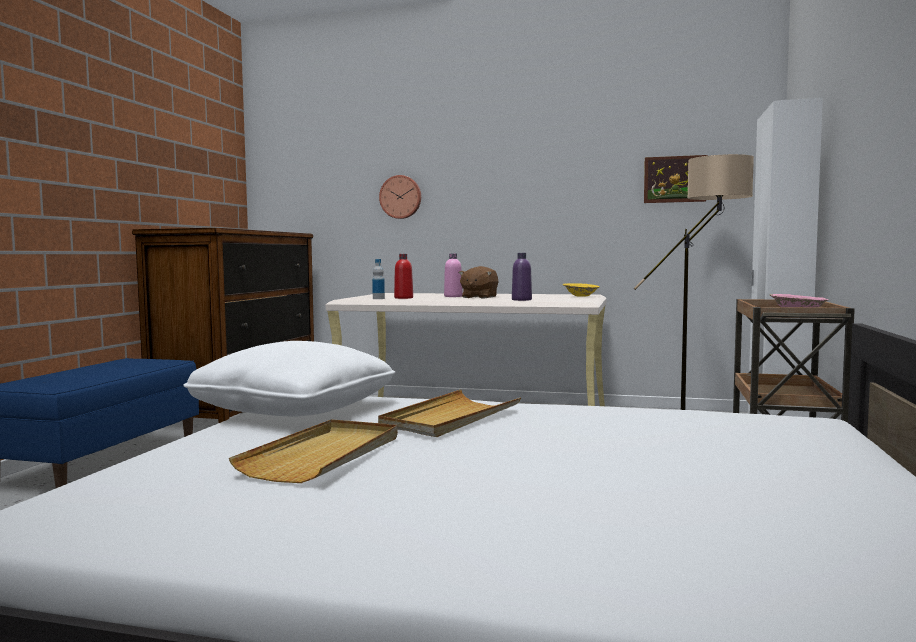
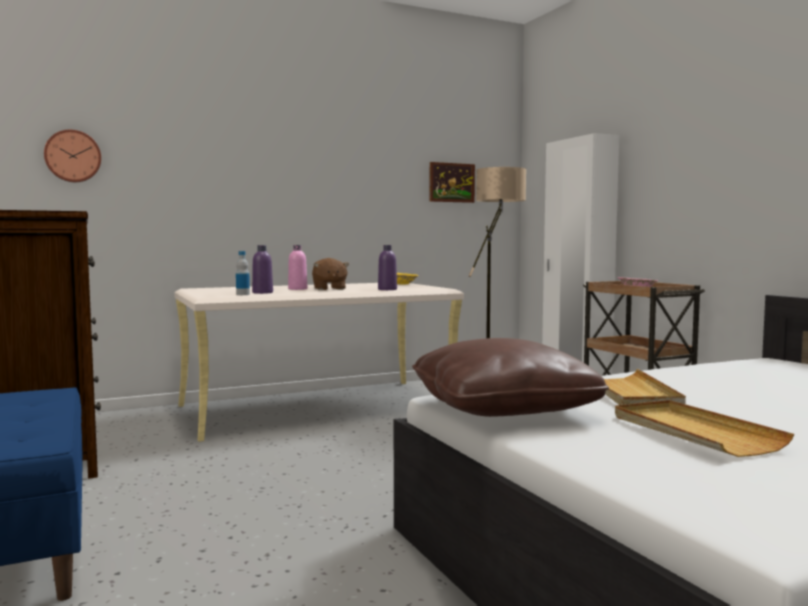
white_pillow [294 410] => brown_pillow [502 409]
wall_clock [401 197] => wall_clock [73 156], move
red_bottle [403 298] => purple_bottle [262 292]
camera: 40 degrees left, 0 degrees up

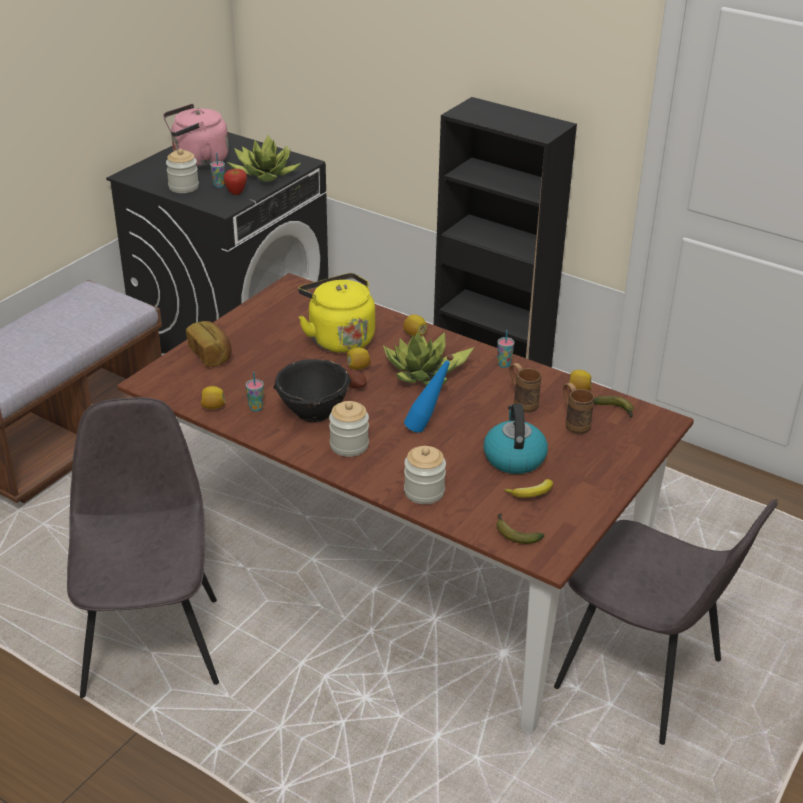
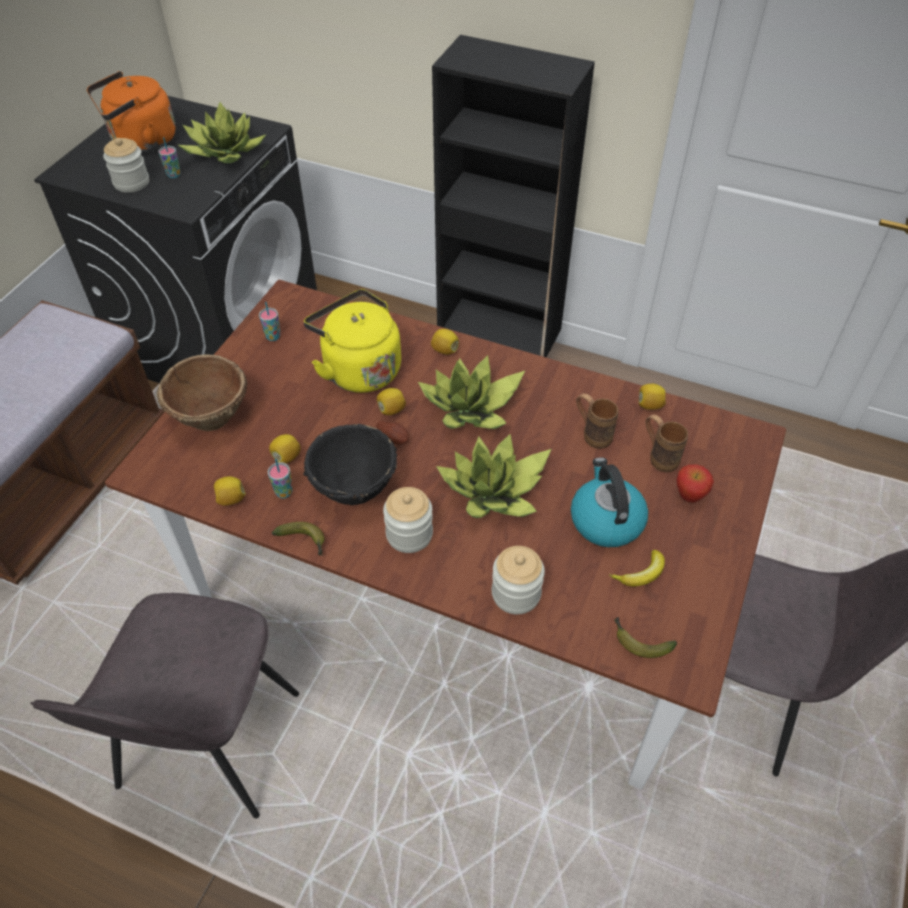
grey_chair [151 643] => grey_chair [208 744], 150 degrees counterclockwise
pink_kettle [197 161] => orange_kettle [141 142]
bread [211 354] => brown_bowl [212 417]
apple [236 193] => apple [689 496], move
blue_bottle [427 428] => potted_plant [494 492]
cup [504 364] => cup [273 336], move
banana [615 410] => banana [304 541], move
nothing => lemon [286 457]
camera: 10 degrees left, 15 degrees up

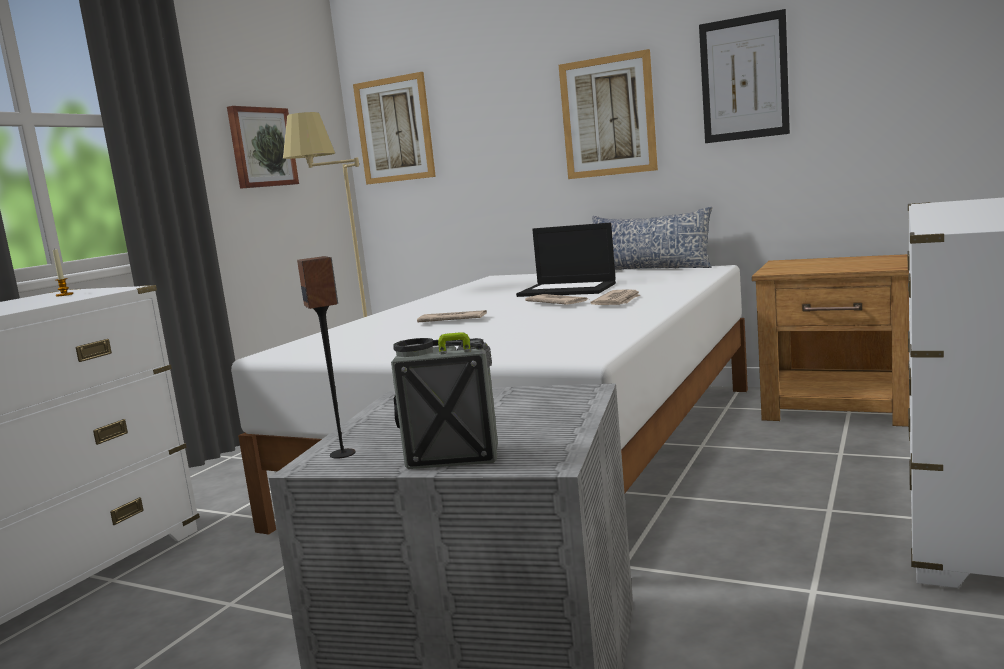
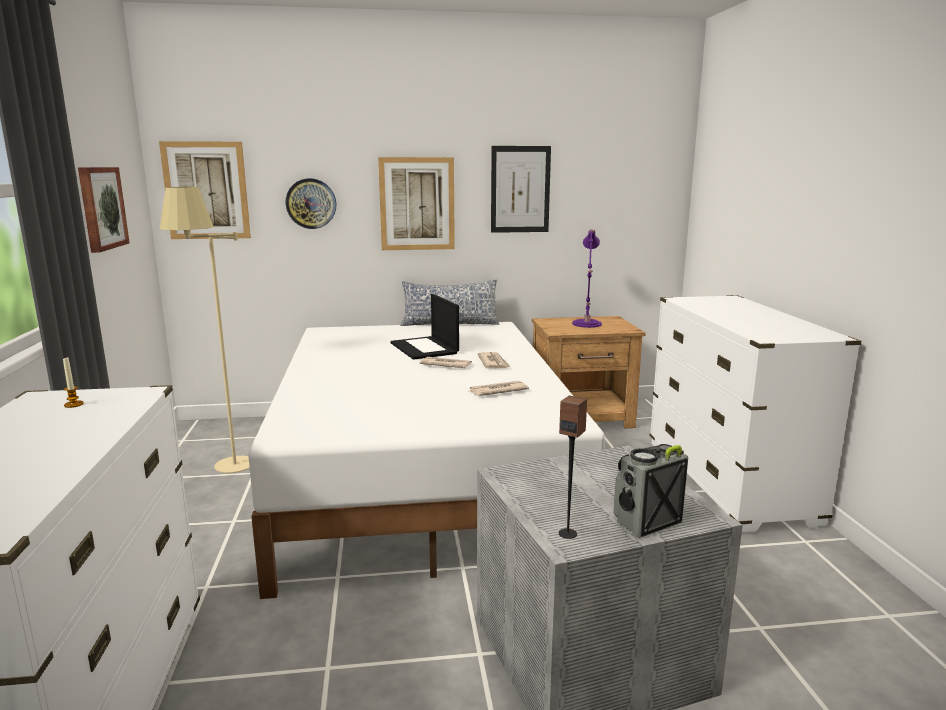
newspaper [452 320] => newspaper [497 391], move
laptop [568 289] => laptop [425 348], 75 degrees clockwise
nothing => wall_clock [311 203]
nothing => purple_table_lamp [586 324]
camera: 35 degrees left, 5 degrees up

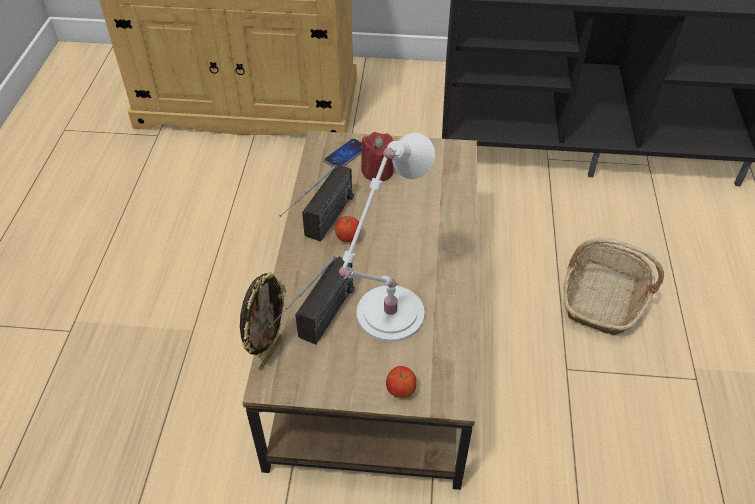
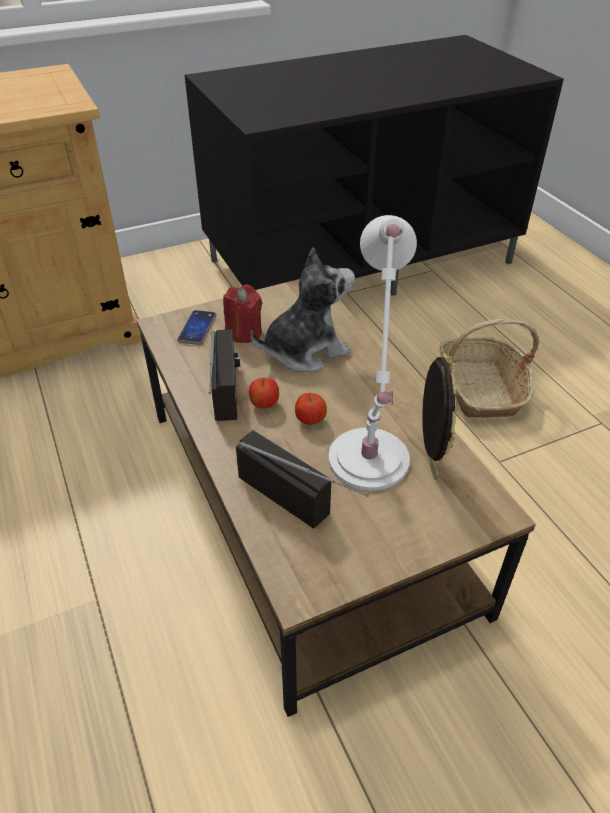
picture_frame [269 353] => picture_frame [428 462], move
radio [318 328] => radio [306 507], 45 degrees counterclockwise
apple [401 390] => apple [310 420], move
nothing => plush_toy [305 350]
camera: 30 degrees left, 5 degrees down

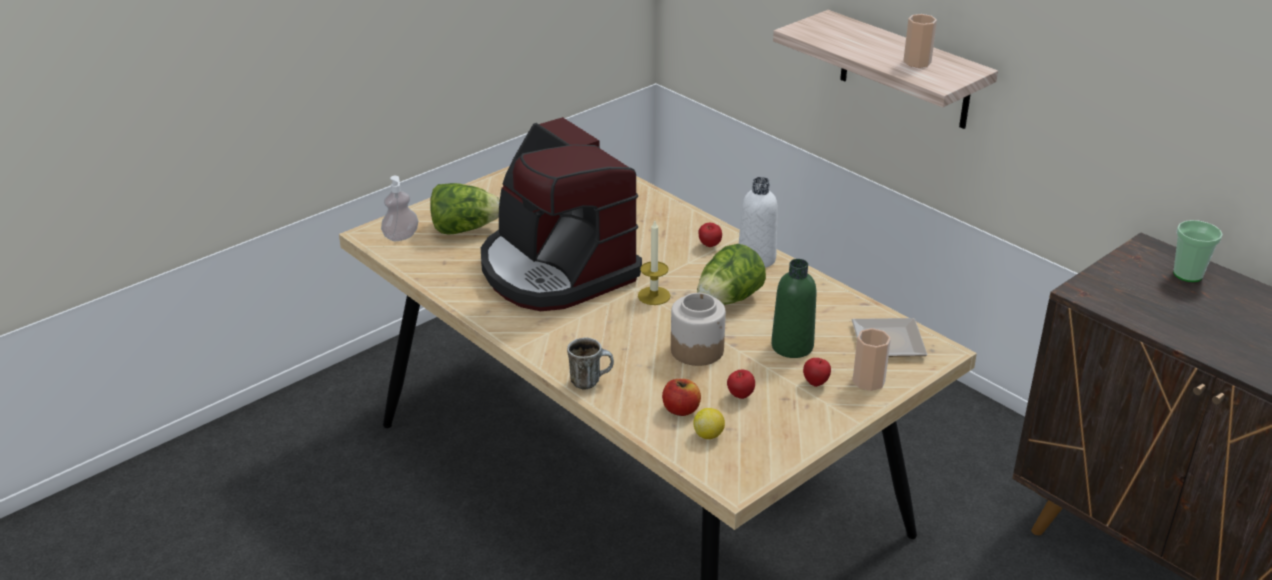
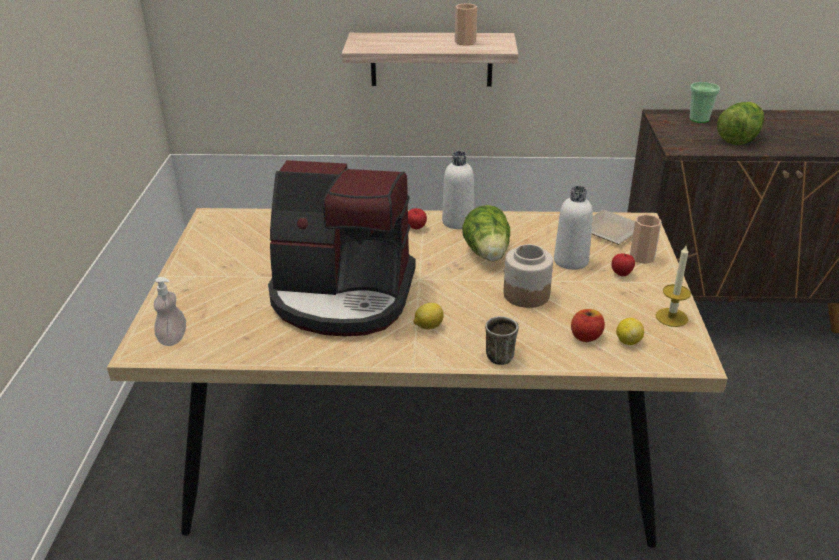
lettuce [464 229] => lettuce [739 139], move
candle [654 296] => candle [671 317], move
apple [740 396] => nothing
green_bottle [792 346] => white_bottle [571 261]
nothing => lemon [428 326]
camera: 45 degrees left, 0 degrees up

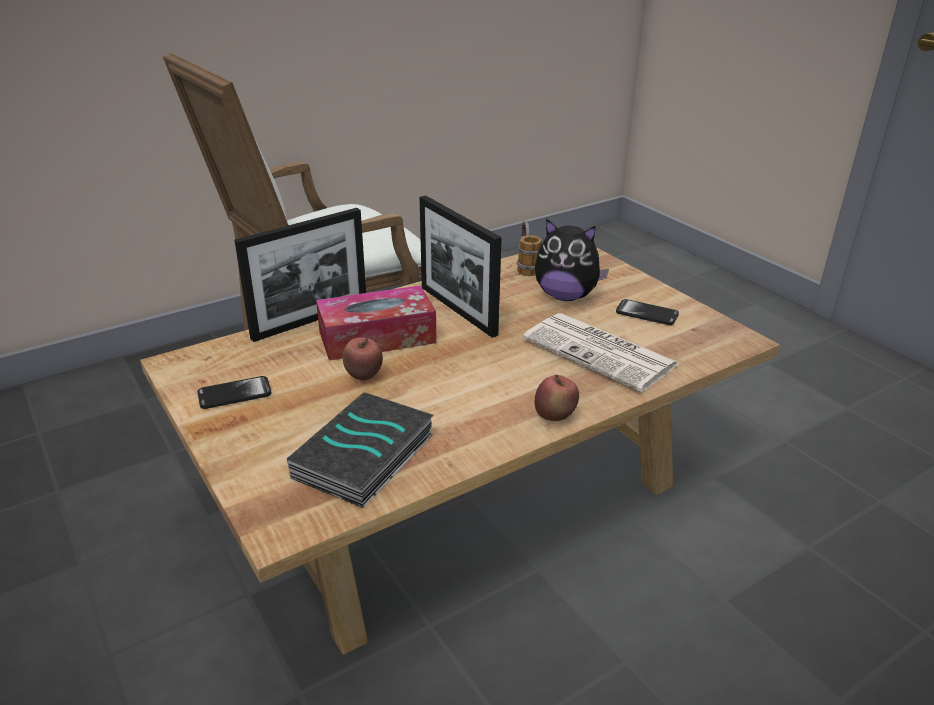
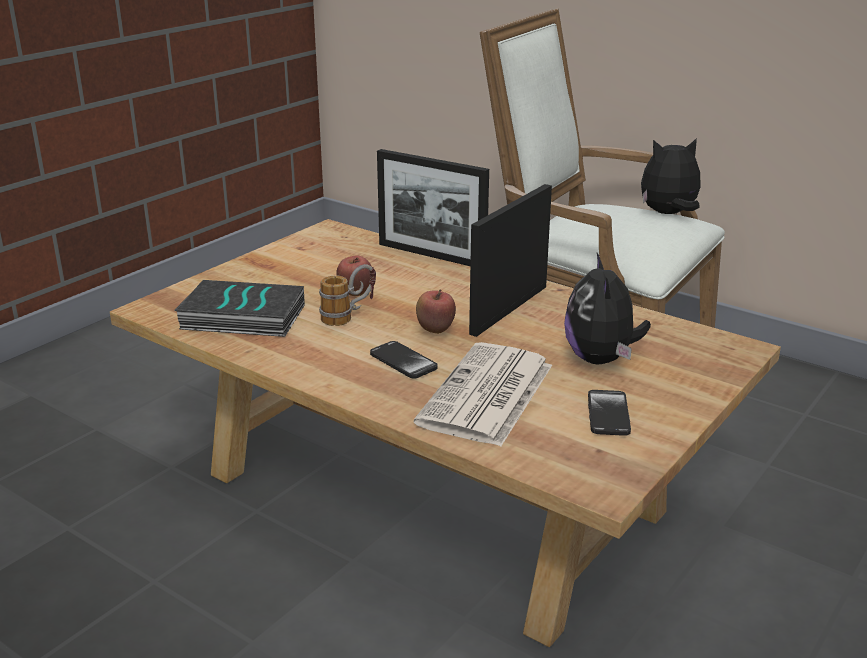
phone [235 394] => phone [403 361], move
tissue_box [377 337] => nothing
mug [526 266] => mug [349 316], move
apple [555 417] => apple [435 331], move
nothing => plush_toy [668 214]
camera: 70 degrees right, 5 degrees down

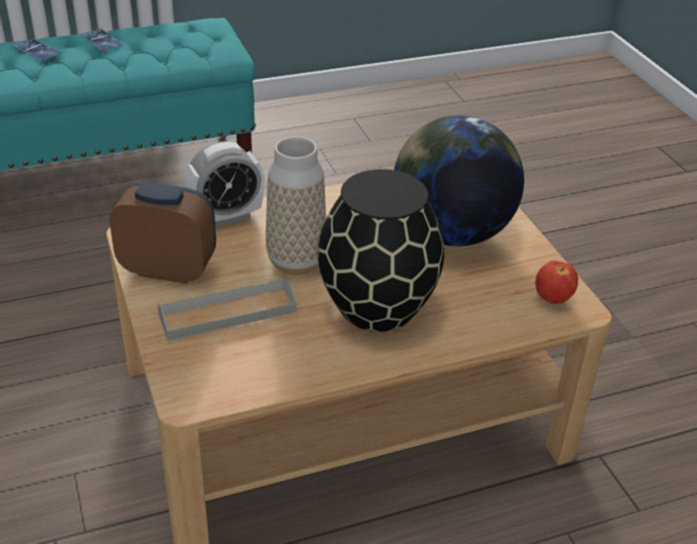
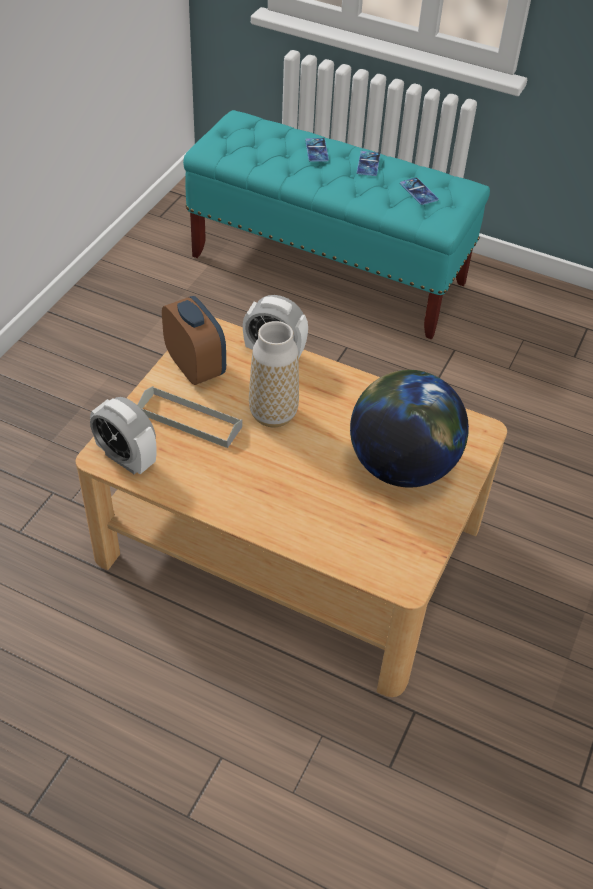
black_vase [376 308] => nothing
apple [553 299] => nothing
nothing => alarm_clock [126 458]
nothing => phone [418 191]
camera: 45 degrees right, 10 degrees up

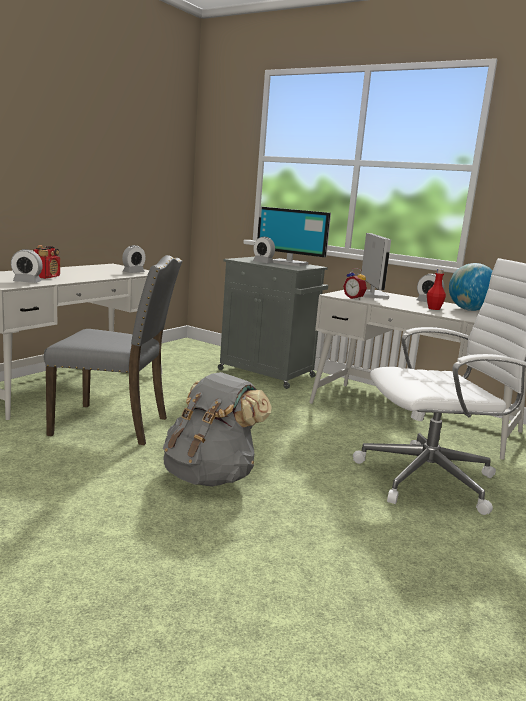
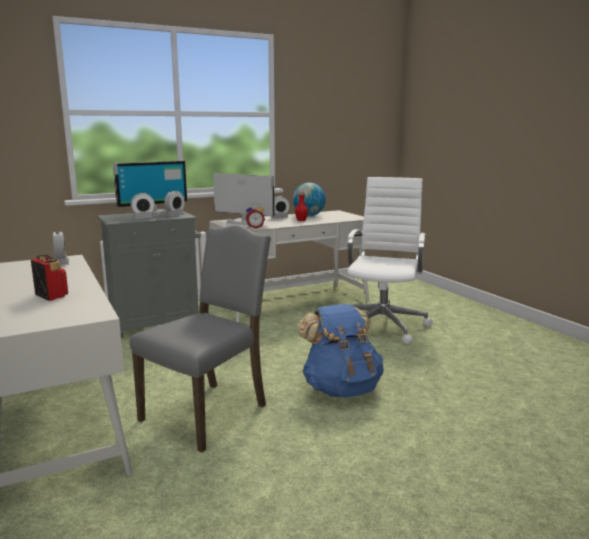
alarm_clock [27 282] => alarm_clock [175 215], move
grey_backpack [210 476] => blue_backpack [341 388]
camera: 60 degrees left, 0 degrees up

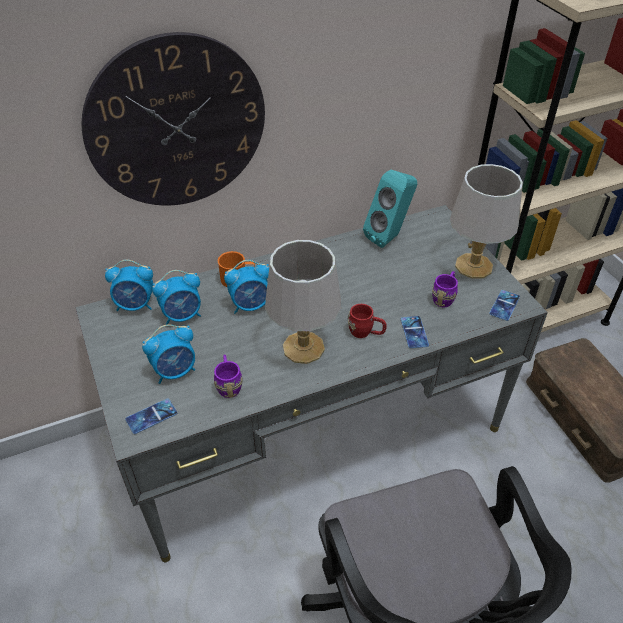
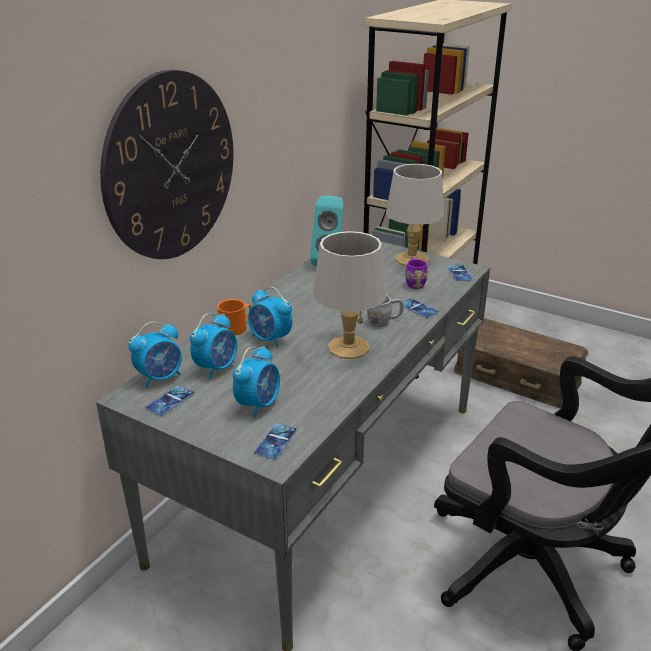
purple_mug [228 384] => nothing
alarm_clock [250 305] => alarm_clock [270 339], 90 degrees clockwise
red_mug [366 332] => grey_mug [384 321]
nothing => phone [170 401]
camera: 35 degrees left, 15 degrees down

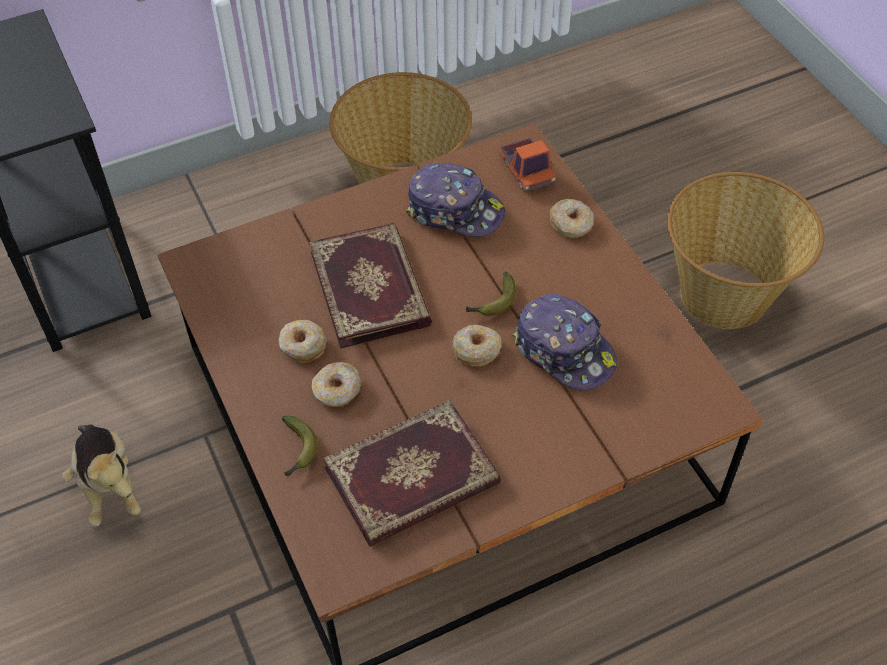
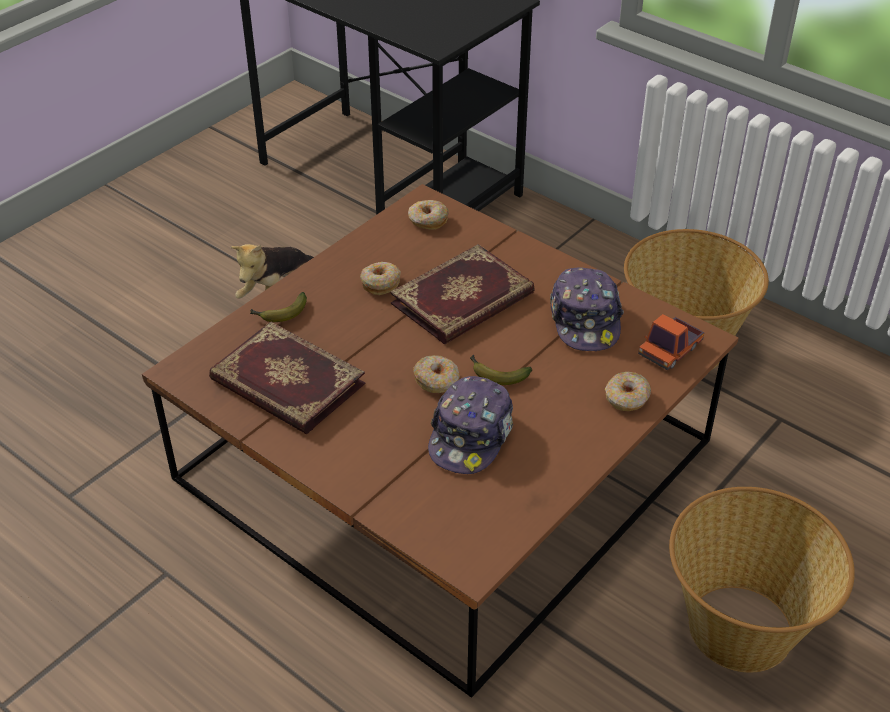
donut [337 390] => donut [428 220], move
camera: 65 degrees right, 10 degrees down

